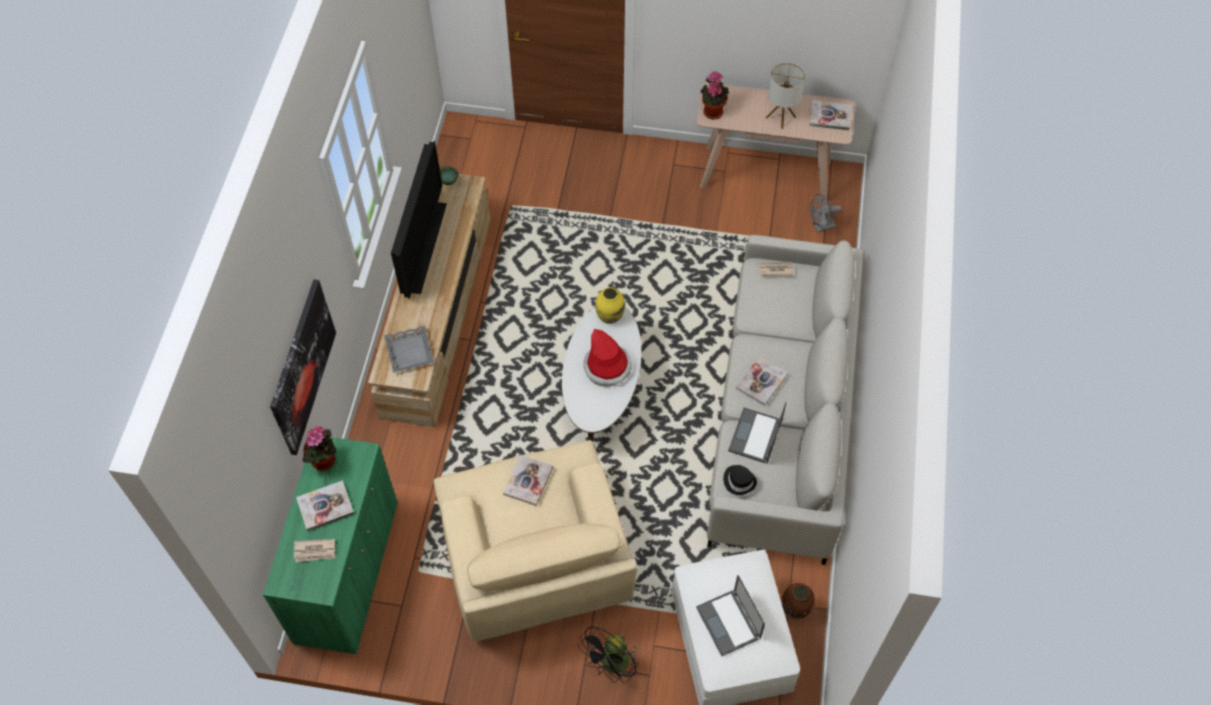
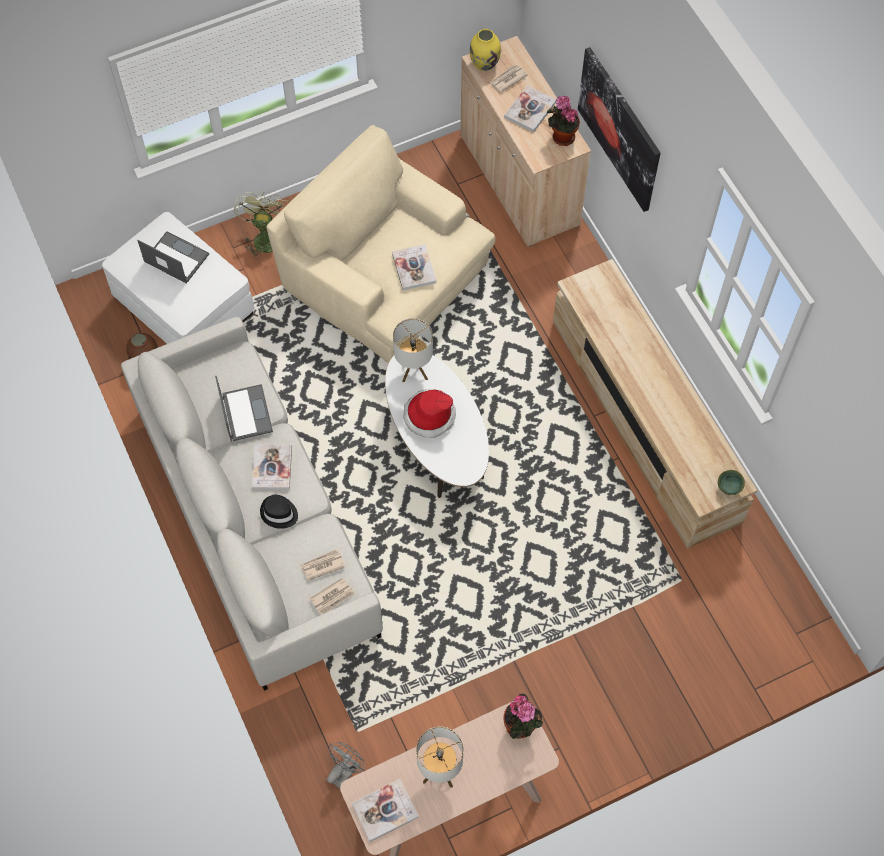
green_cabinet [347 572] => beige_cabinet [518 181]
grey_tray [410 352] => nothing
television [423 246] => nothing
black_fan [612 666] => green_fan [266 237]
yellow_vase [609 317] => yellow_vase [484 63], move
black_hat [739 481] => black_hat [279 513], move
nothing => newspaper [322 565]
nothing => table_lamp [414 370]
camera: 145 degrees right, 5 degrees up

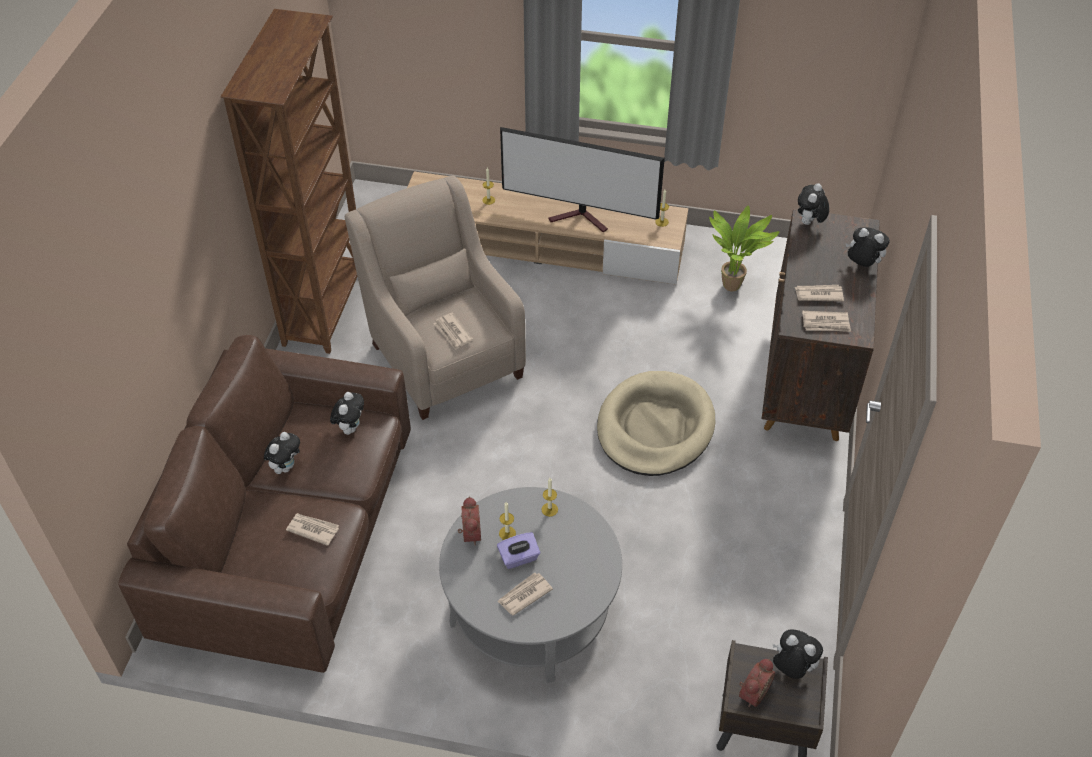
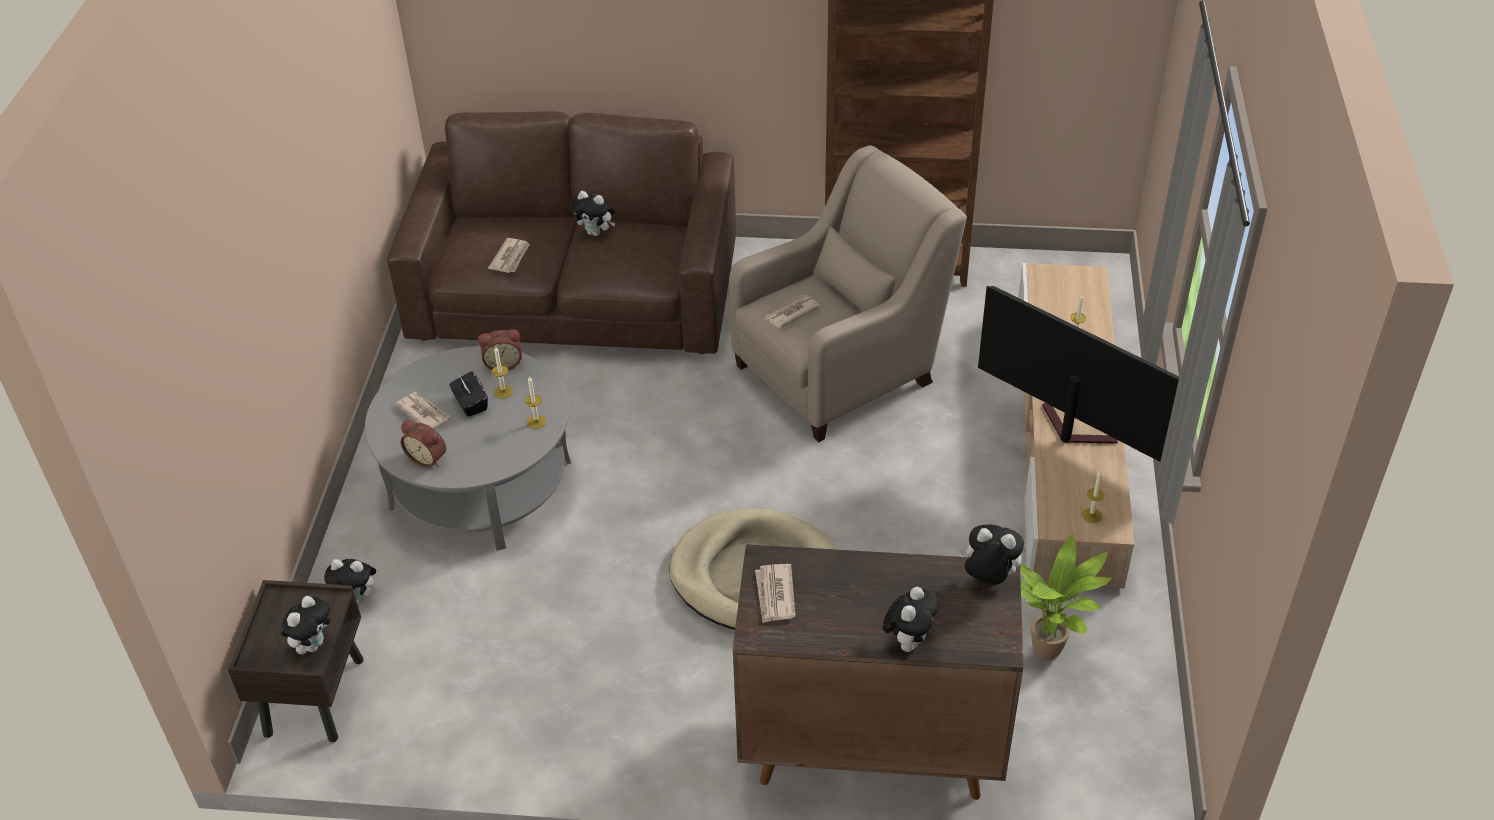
plush_toy [350 427] => plush_toy [358 598], move
purple_tissue_box [519 558] => black_tissue_box [470 404]
television [582 218] => television [1069 431], 120 degrees clockwise
alarm_clock [752 692] => alarm_clock [428 458], move
newspaper [818 294] => nothing
camera: 85 degrees right, 5 degrees down

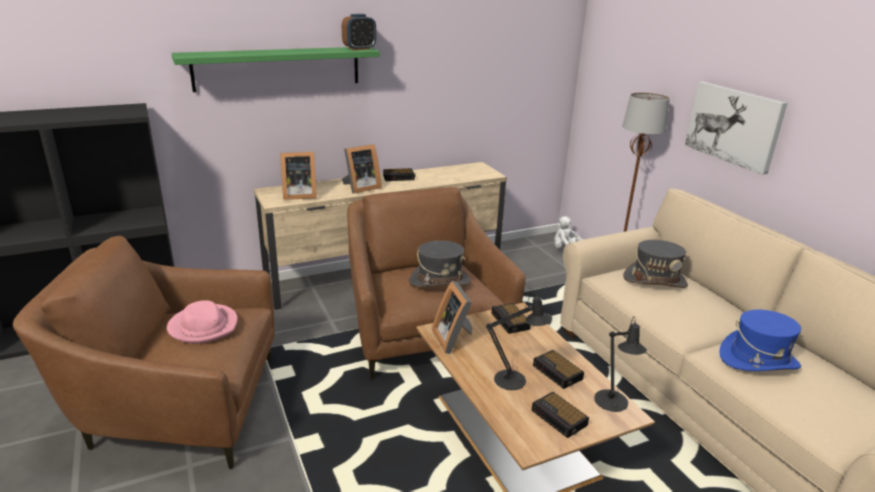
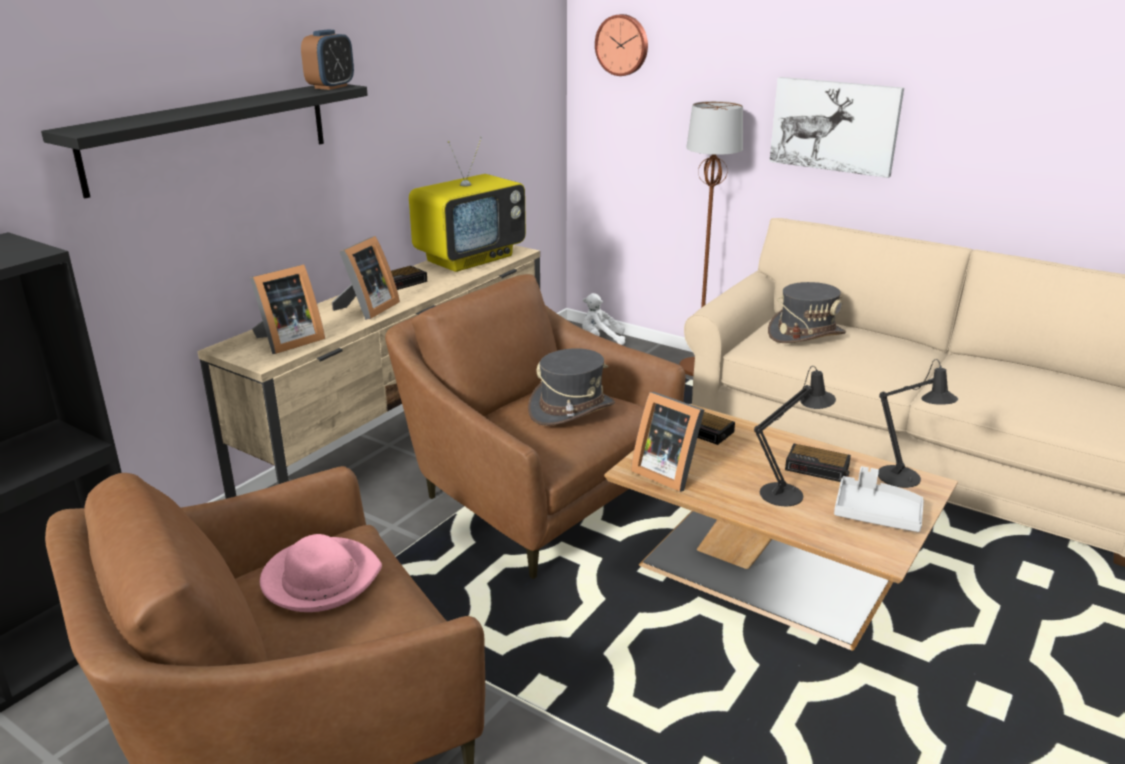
green_shelf [278 68] => black_shelf [211 135]
alarm_clock [560 418] => grey_tray [876 514]
blue_hat [758 360] => nothing
nothing => television [470 258]
nothing => wall_clock [622 45]
camera: 30 degrees left, 0 degrees up

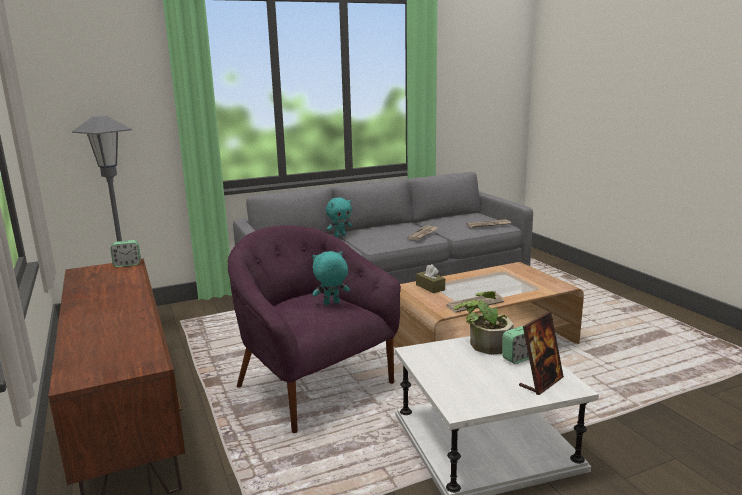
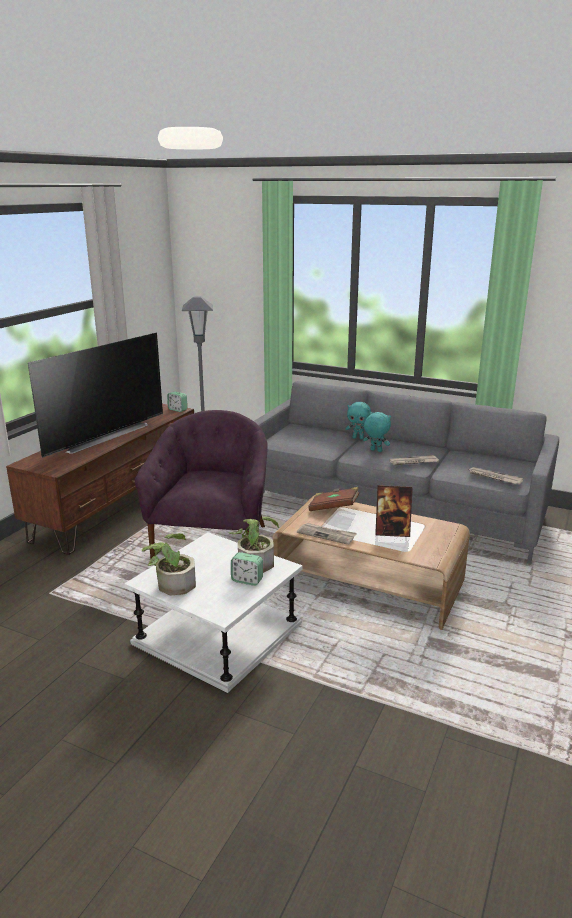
turquoise_plush_toy [331 304] => turquoise_plush_toy [375 450], move
brown_tissue_box [430 287] => brown_book [334 508]
picture_frame [541 382] => picture_frame [392 532], move
nothing => television [103 436]
nothing => potted_plant [172 583]
camera: 50 degrees right, 5 degrees up

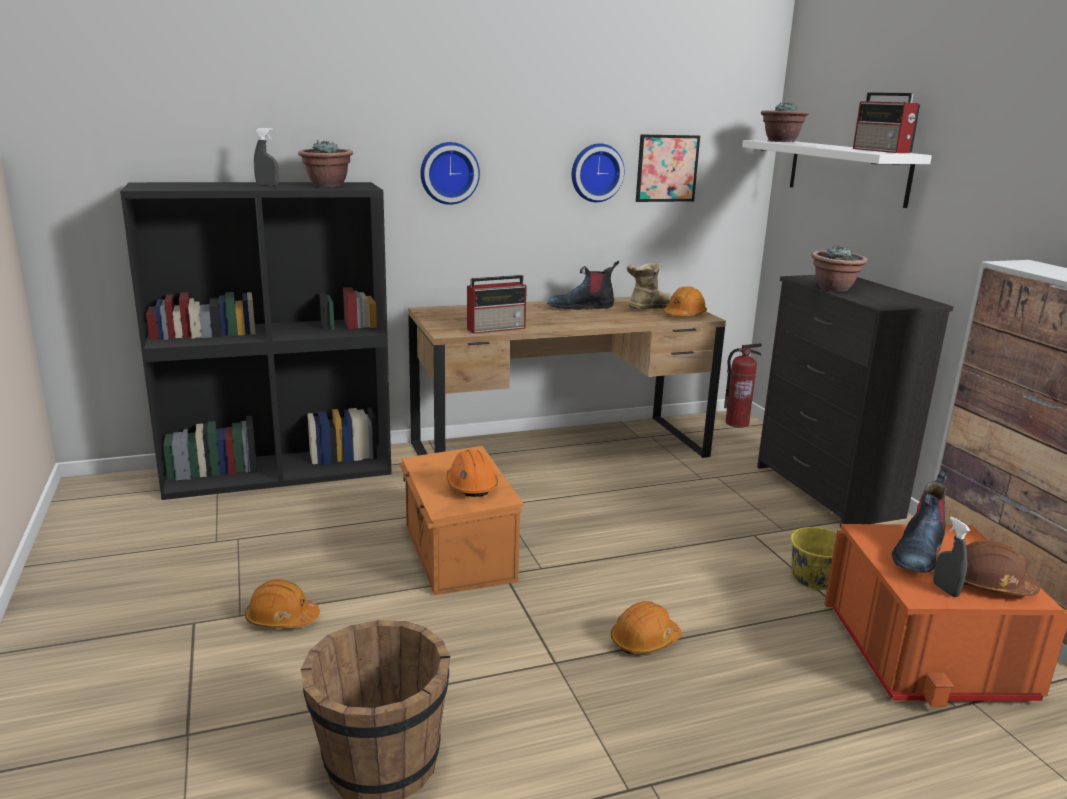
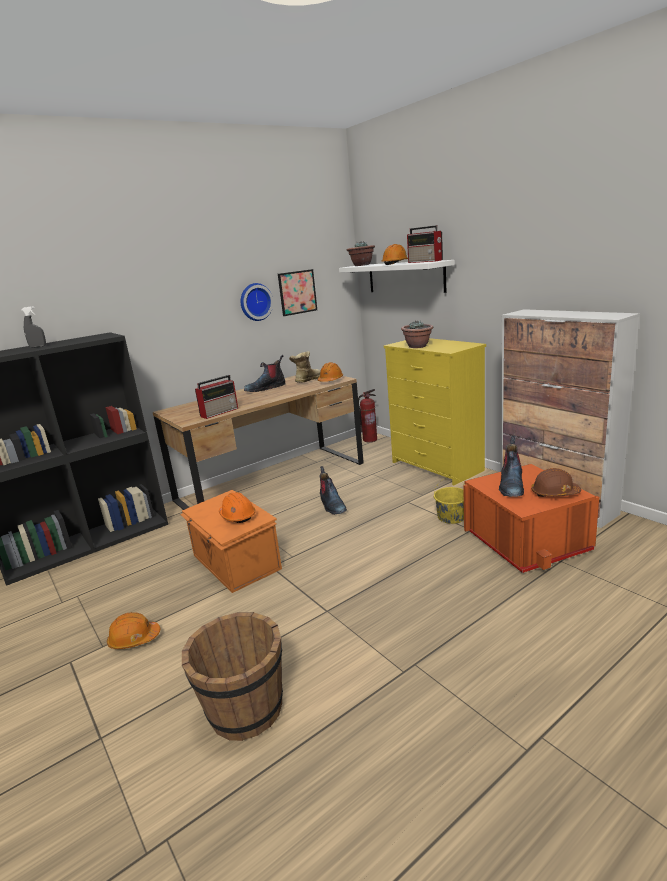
potted_plant [327 185] => nothing
wall_clock [448 173] => nothing
orange_hard_hat [644 641] => orange_hard_hat [396 263], move
black_dresser [827 492] => yellow_dresser [437 467]
grey_spray_bottle [945 590] => nothing
nothing => boot [332 505]
camera: 15 degrees left, 0 degrees up

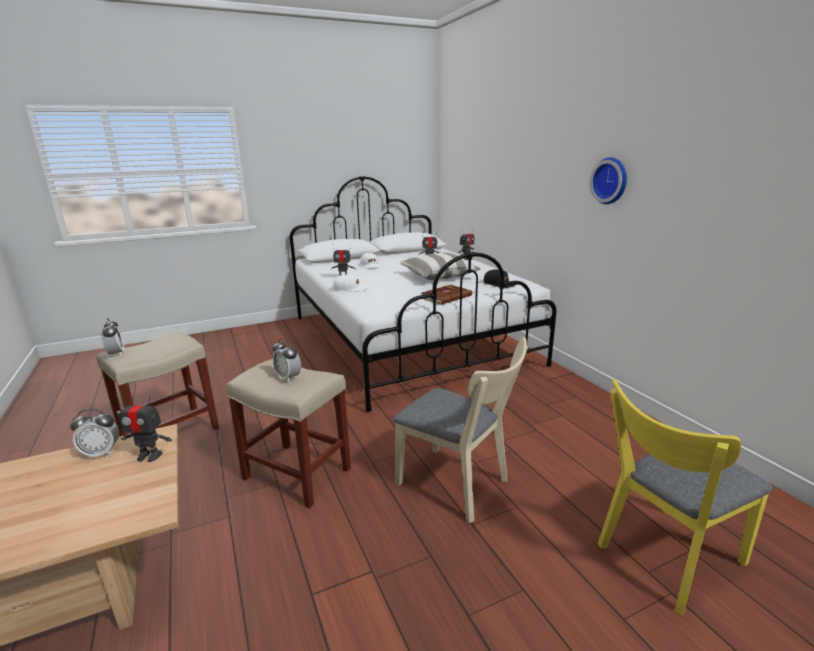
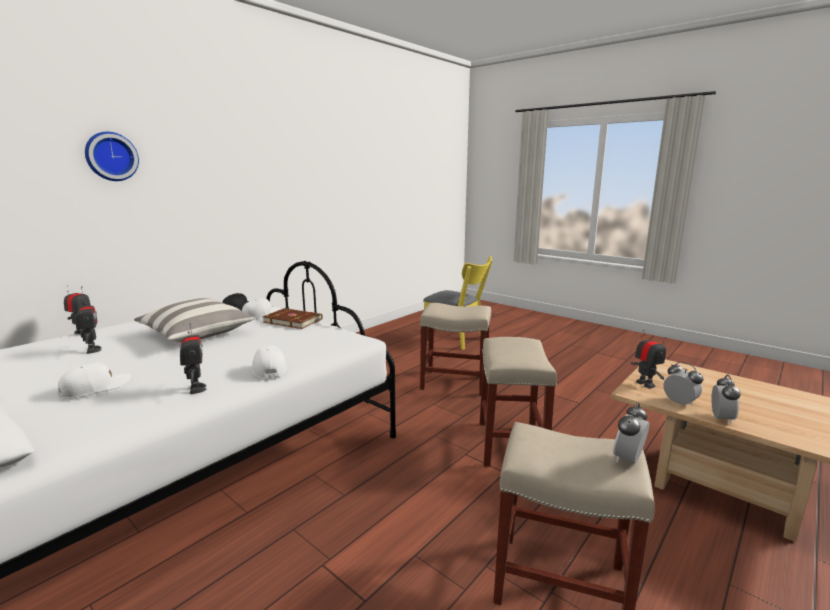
alarm_clock [288 378] => alarm_clock [721 418], move
beige_chair [459 485] => beige_stool [455 382]
wall_clock [611 181] => wall_clock [111 156], move
nothing => white_cap [261 314]
camera: 115 degrees left, 5 degrees down

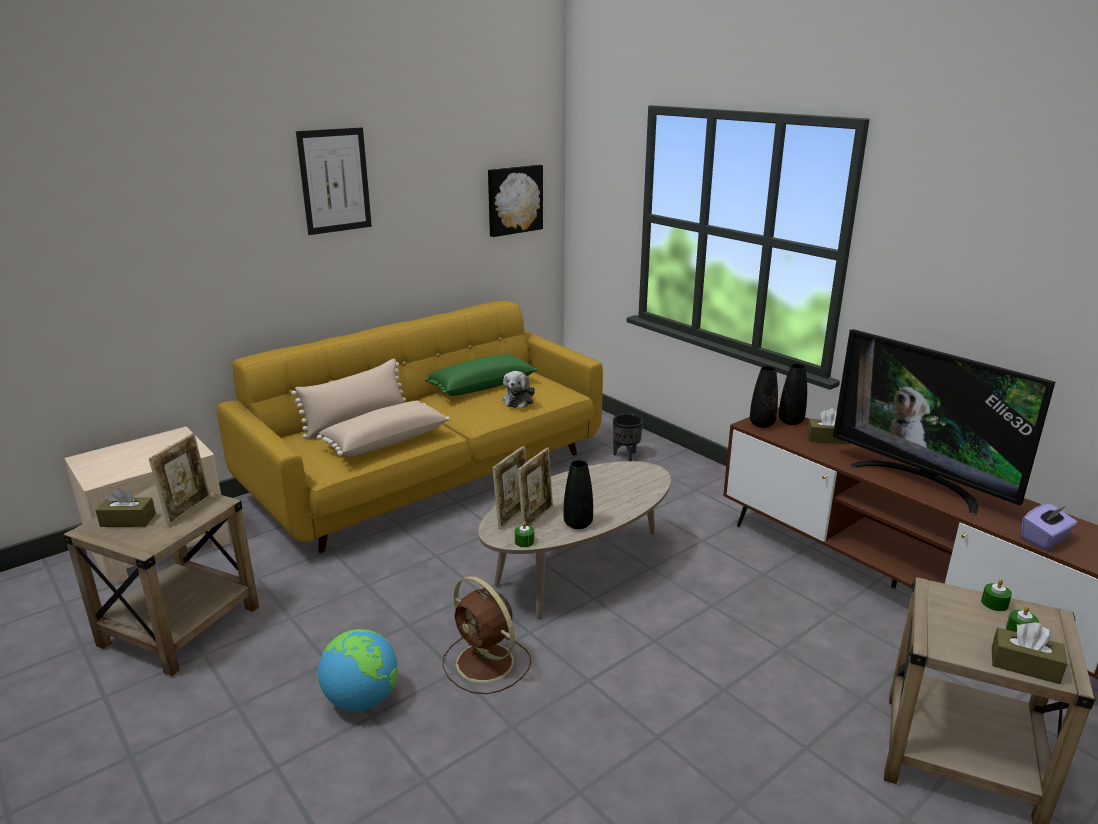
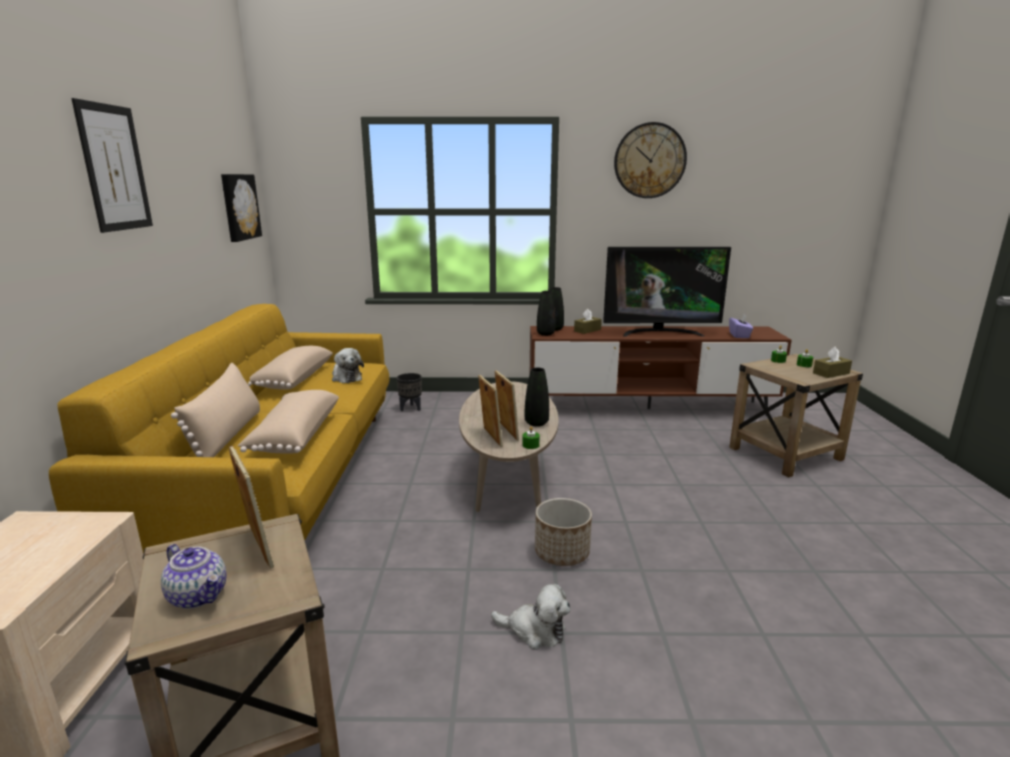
brown_tissue_box [128 520] => teapot [199 595]
globe [361 699] => plush_toy [534 630]
green_pillow [481 386] => beige_pillow [292 379]
brown_fan [487 664] => planter [562 552]
nothing => wall_clock [649 161]
camera: 50 degrees left, 5 degrees down

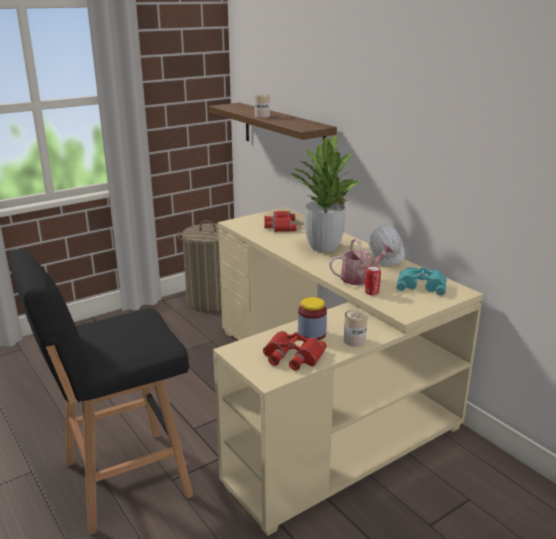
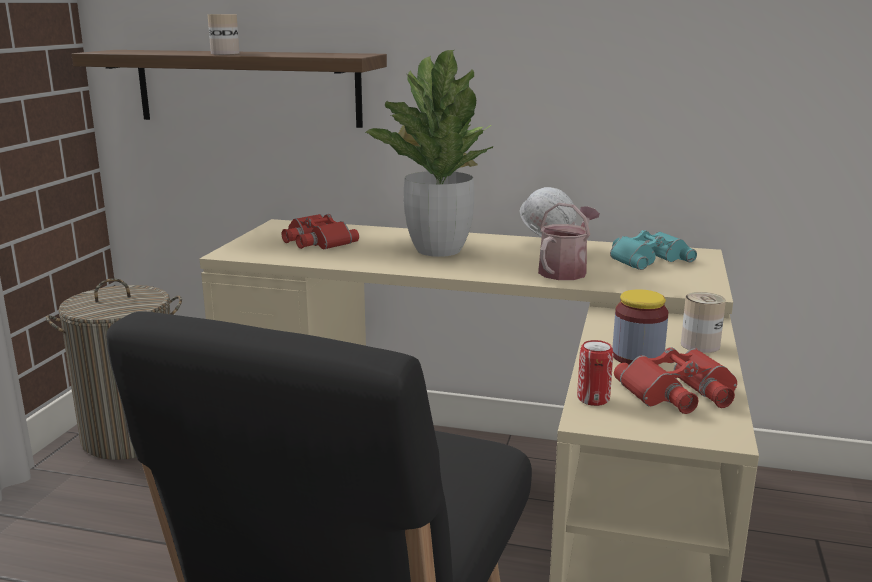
can [371 292] => can [593 399], move
camera: 40 degrees left, 5 degrees down

